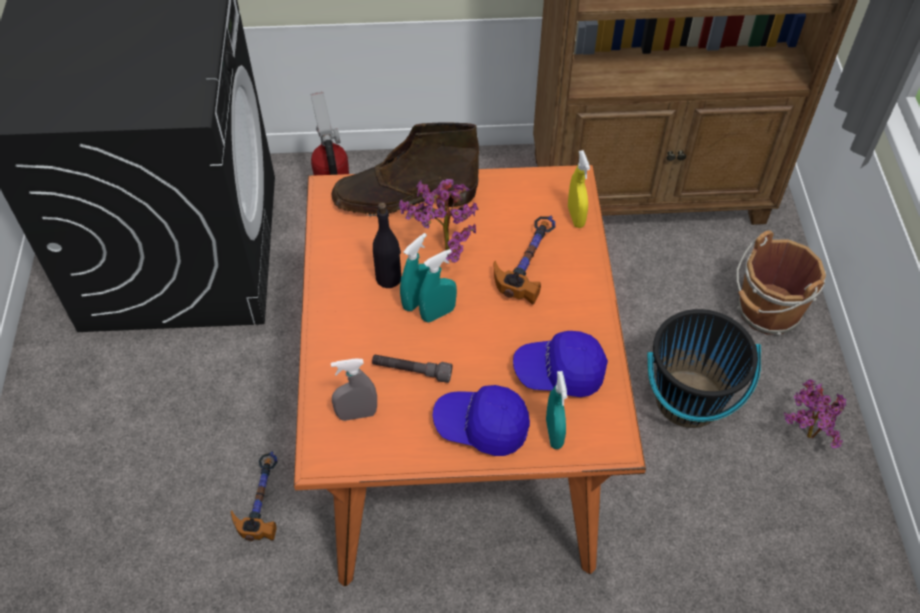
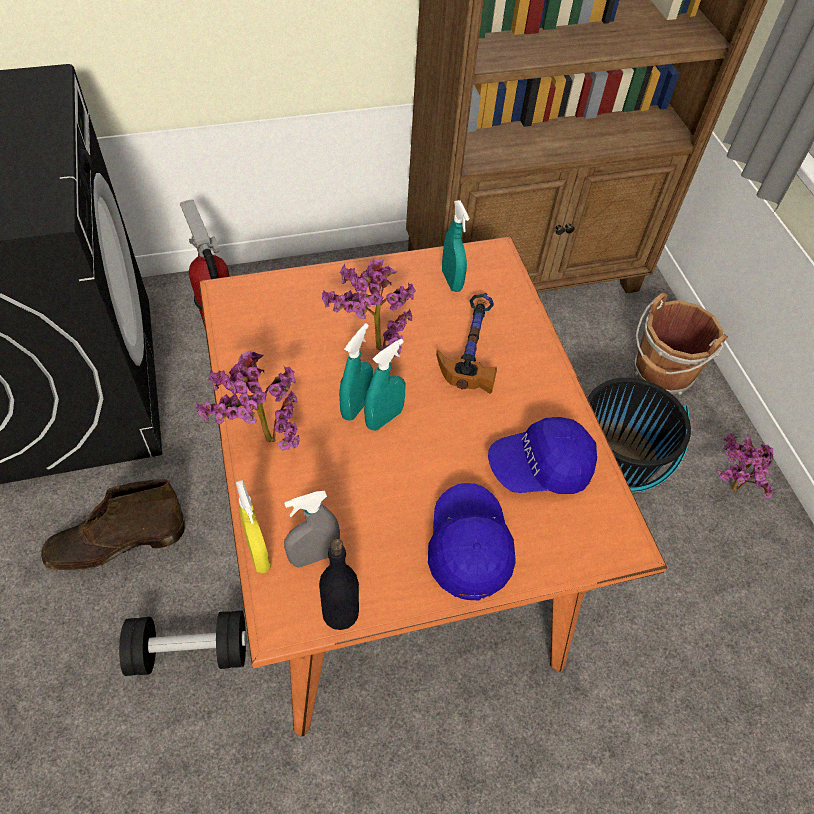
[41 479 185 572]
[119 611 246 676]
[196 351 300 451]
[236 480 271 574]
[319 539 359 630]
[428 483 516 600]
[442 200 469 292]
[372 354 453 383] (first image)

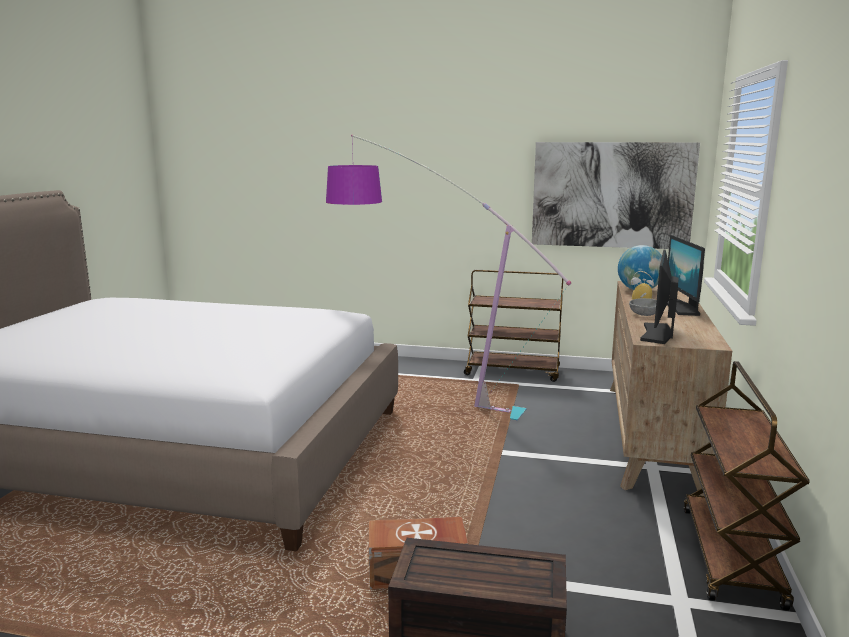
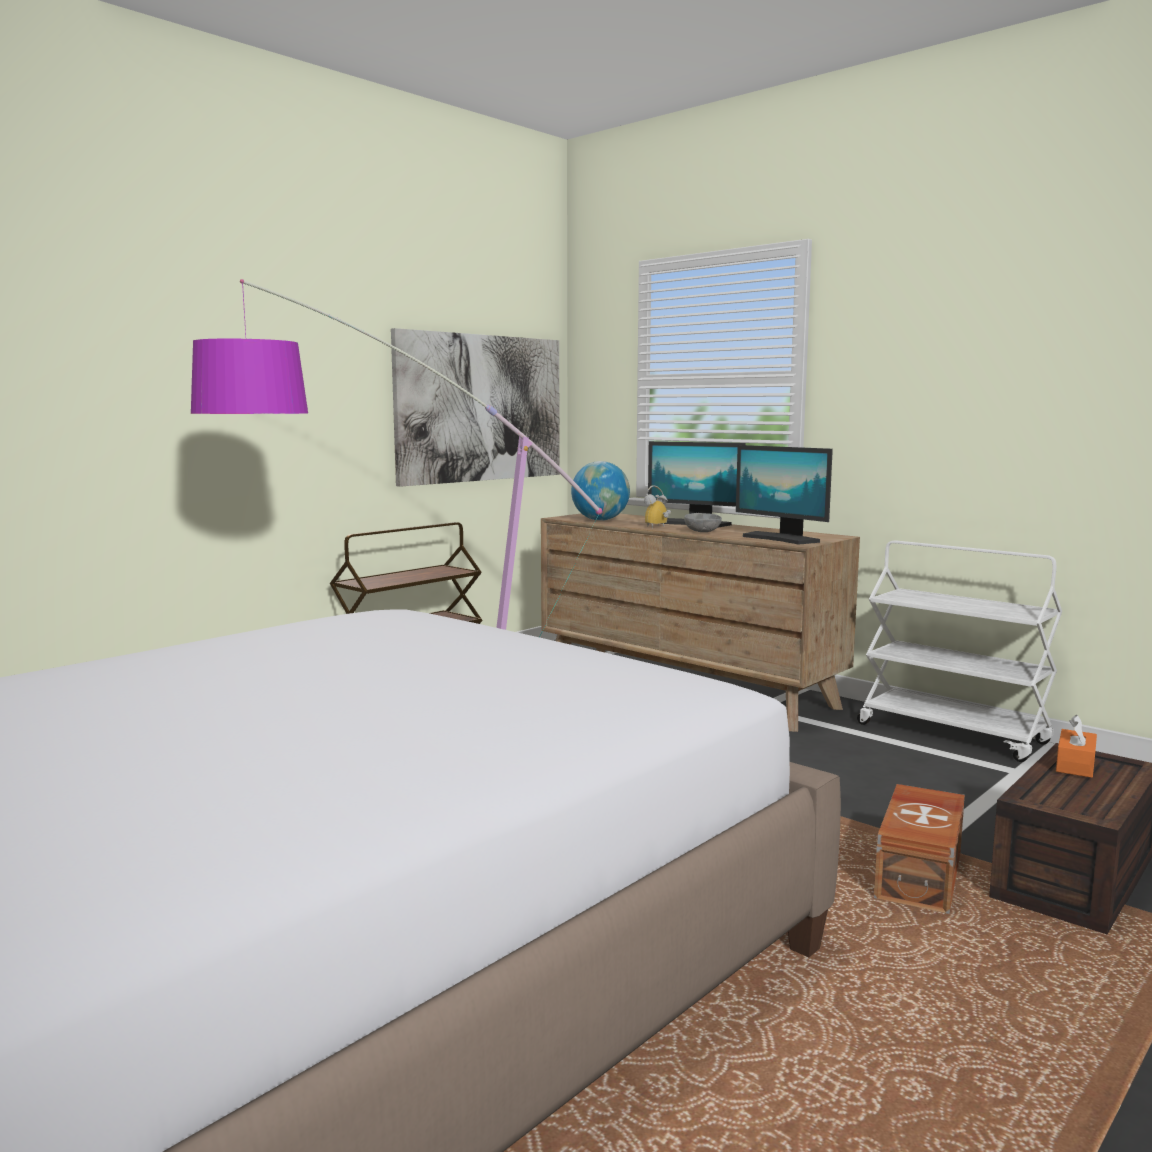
[857 540 1062 762]
[1056 715 1097 778]

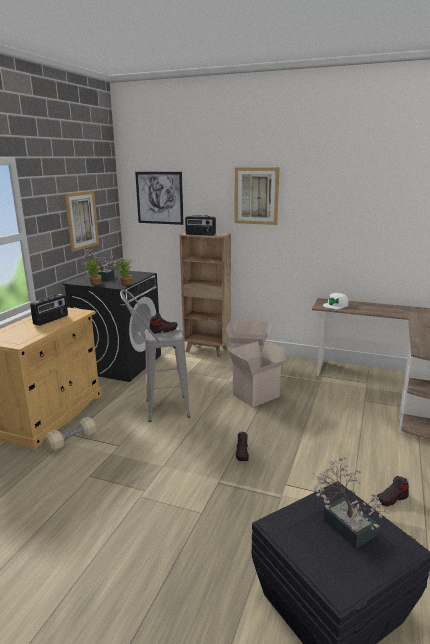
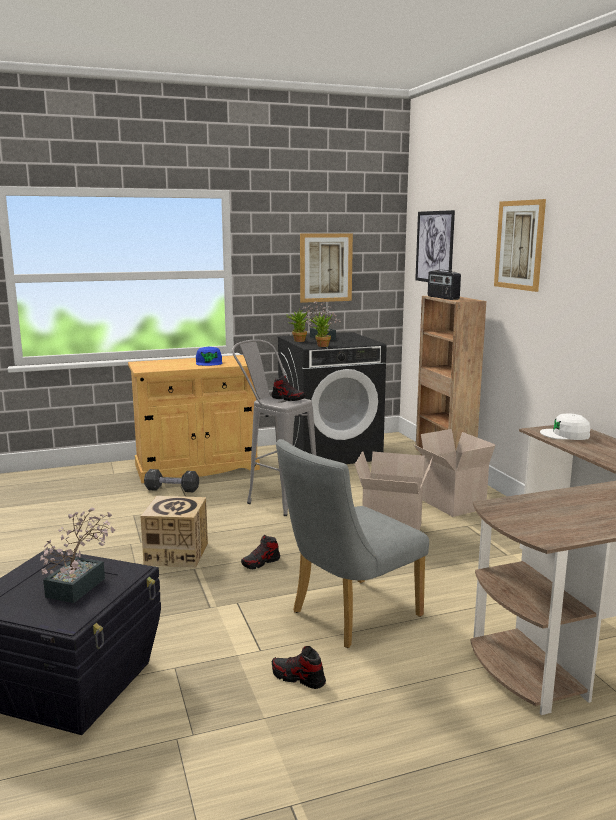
[140 496 208 567]
[144 469 199 492]
[196 347 222 366]
[276 439 429 648]

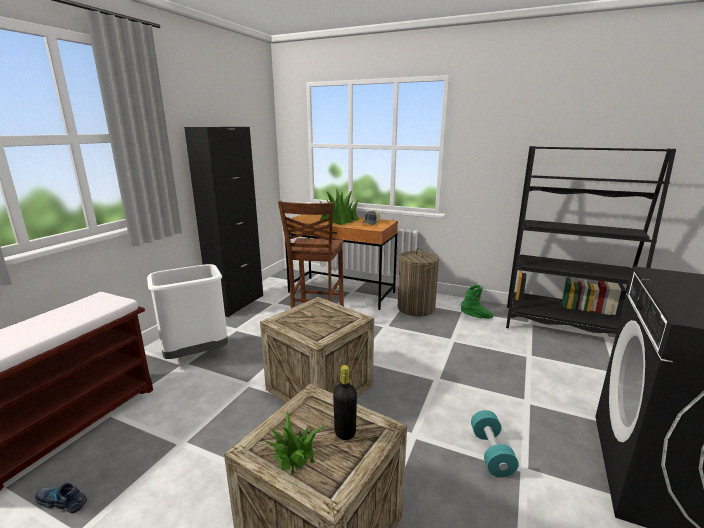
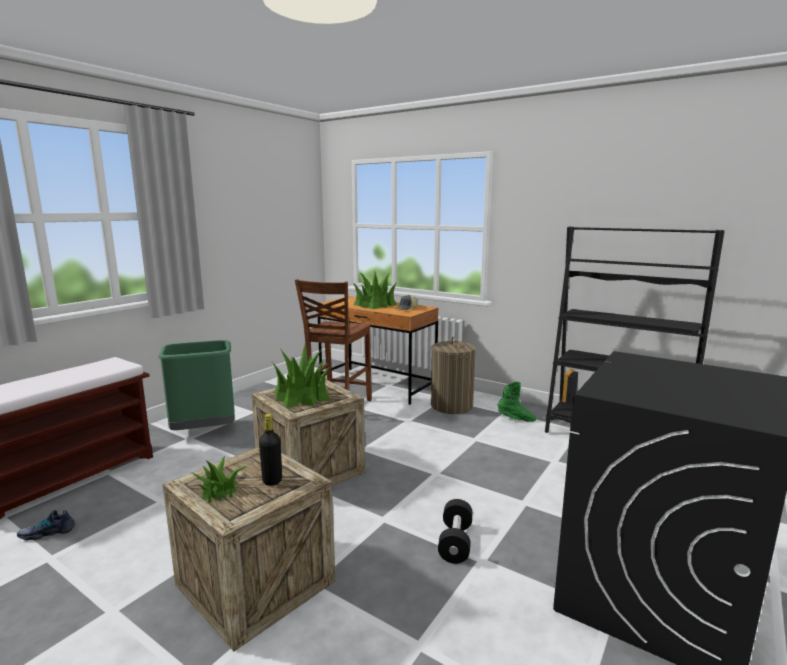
[17 510 75 540]
[158 340 235 430]
[272 345 331 408]
[438 499 473 564]
[184 127 263 317] (first image)

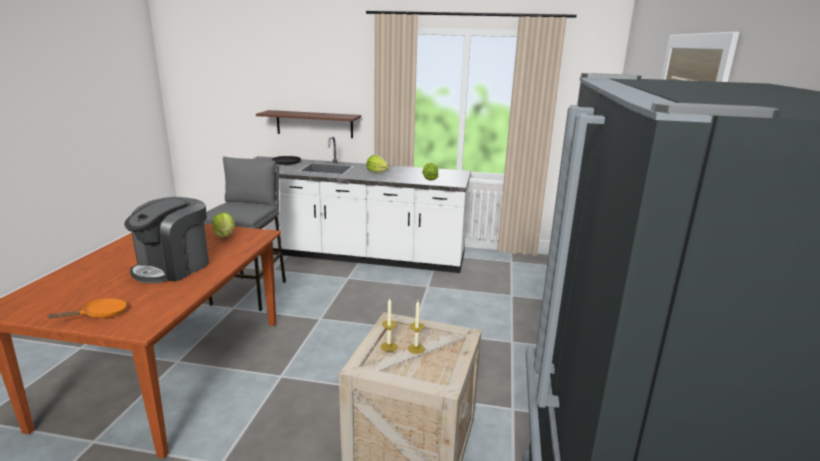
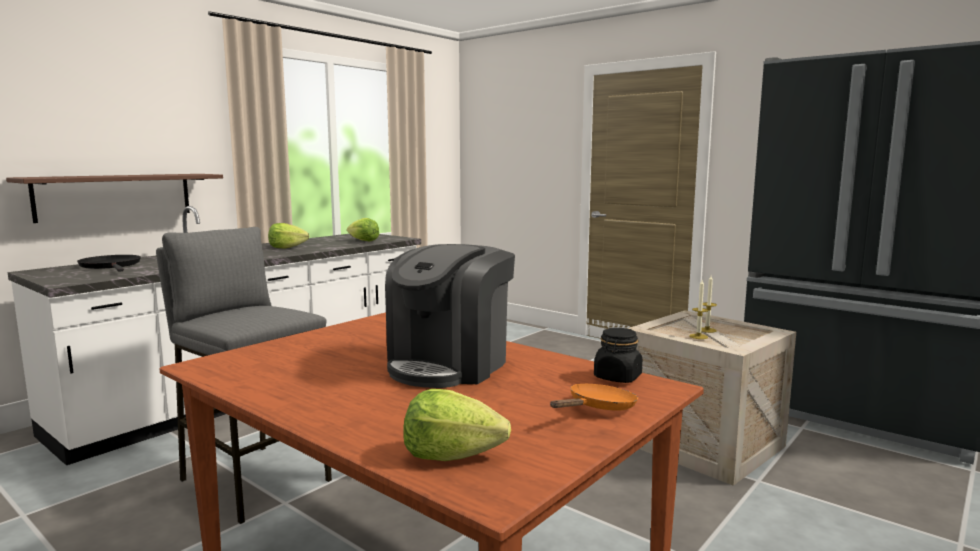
[385 244 515 388]
[403 389 511 461]
[550 384 638 411]
[594 328 642 383]

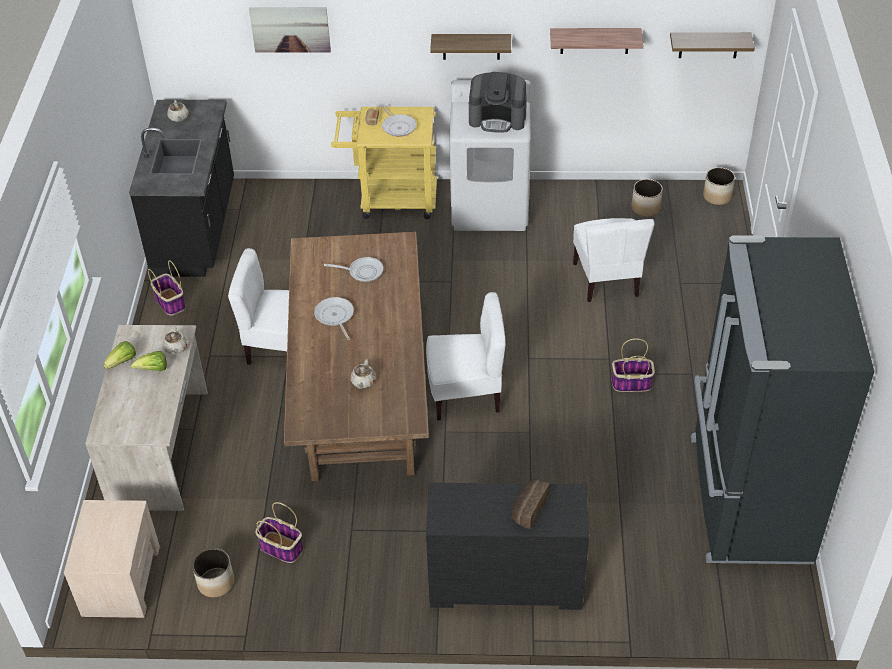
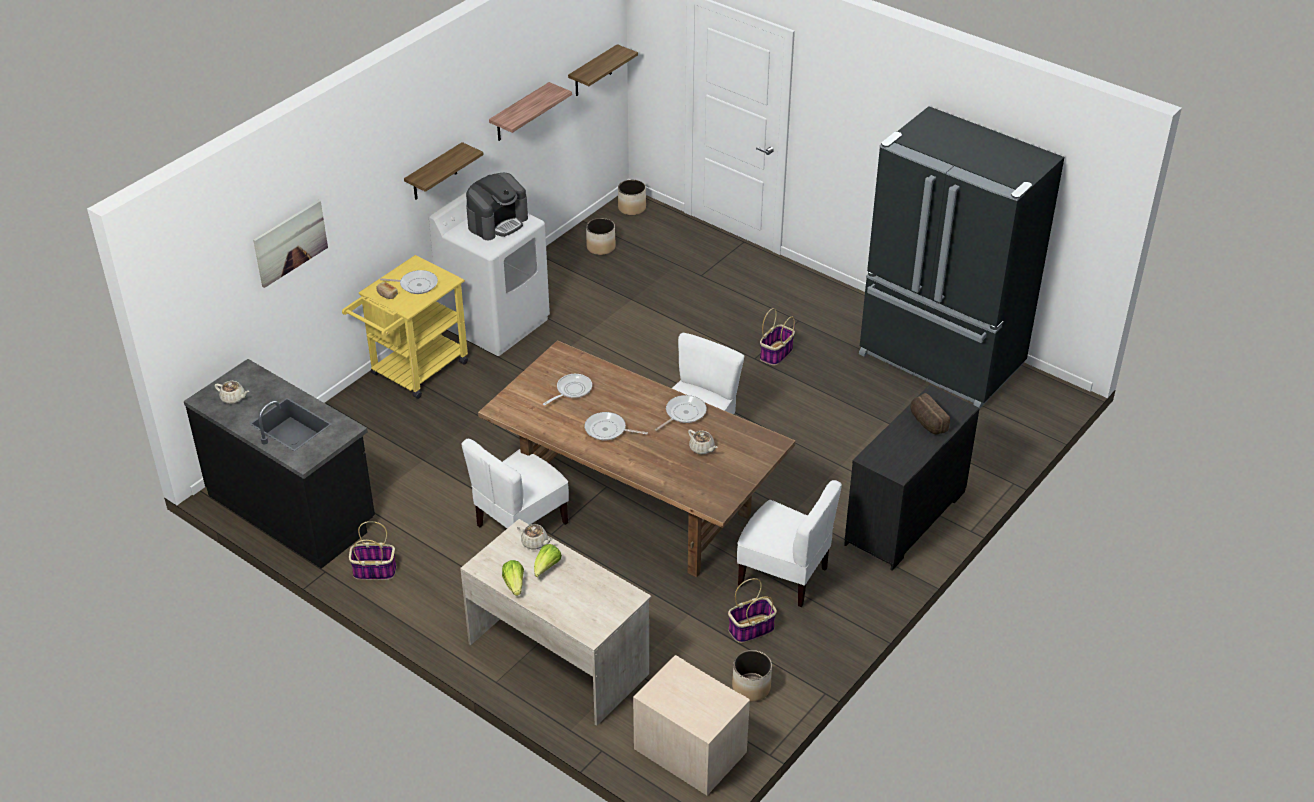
[655 395 707 431]
[737 480 842 607]

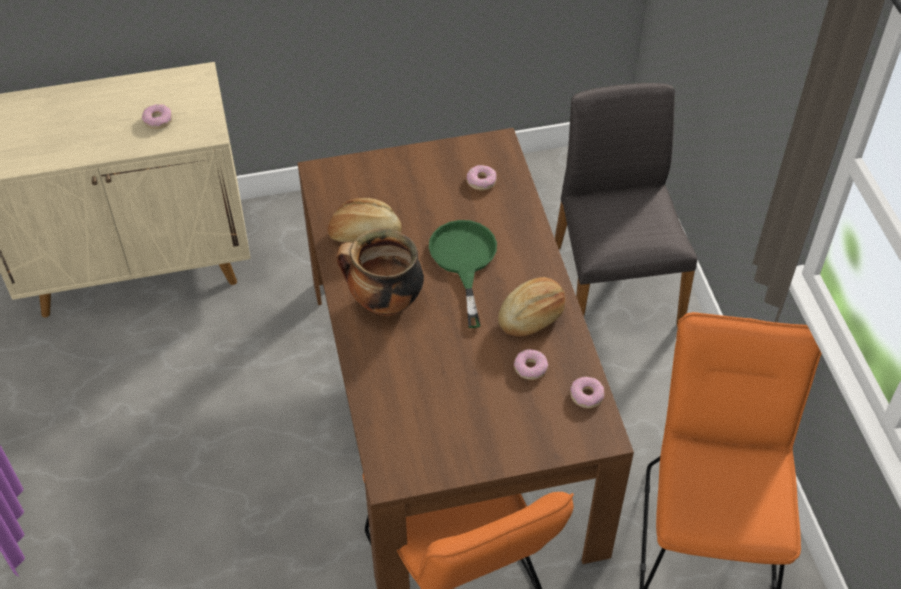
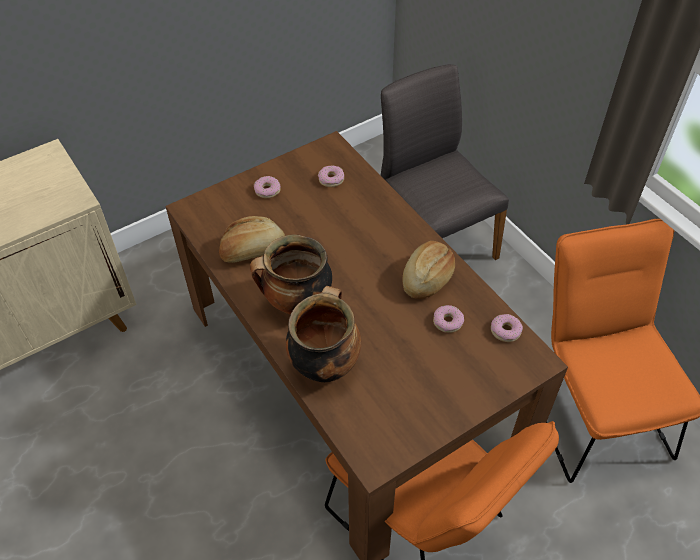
[254 176 281 198]
[286 286 361 382]
[429 220 497 328] (first image)

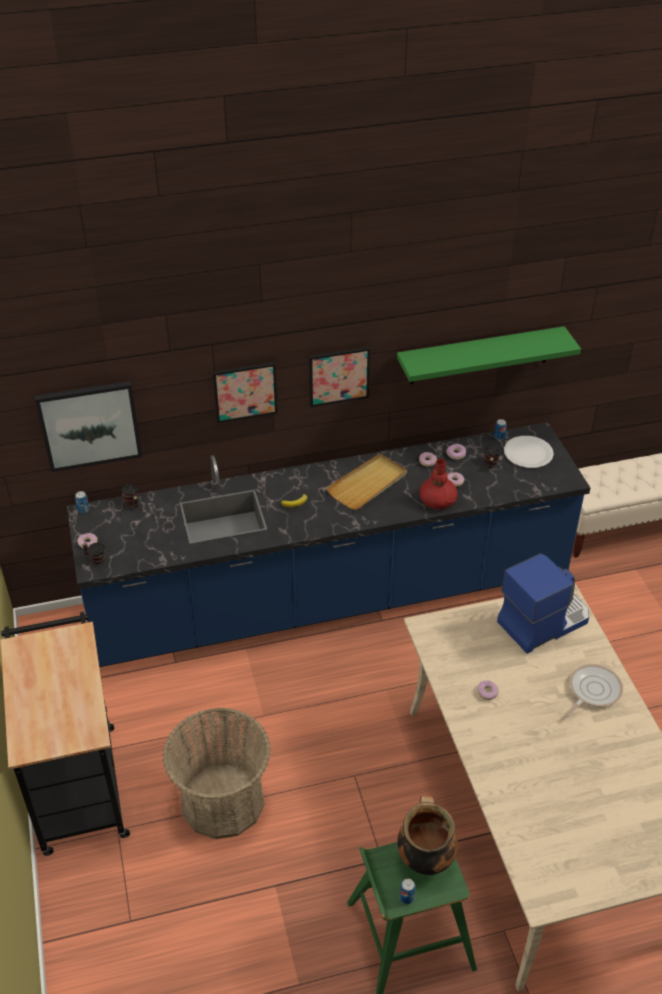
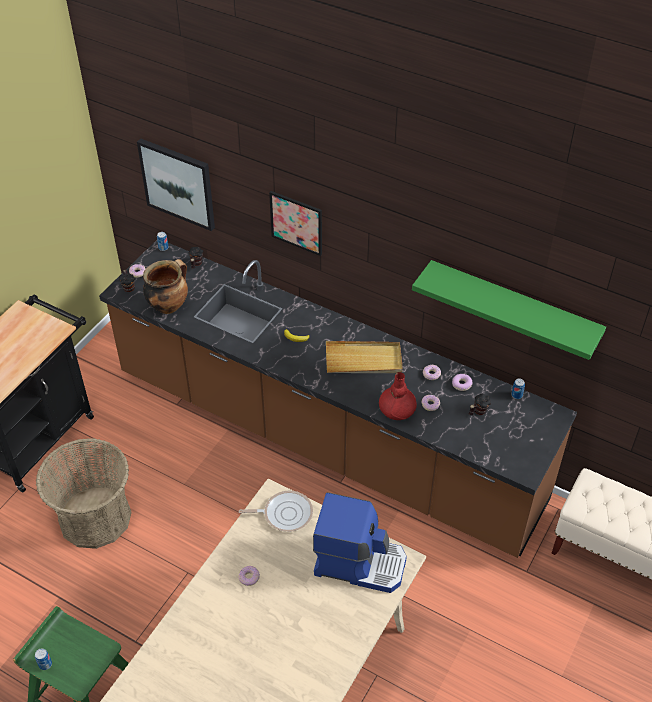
[99 240 577 558]
[143 259 188 314]
[239 490 313 532]
[309 347 370 407] (first image)
[504 436 554 468] (first image)

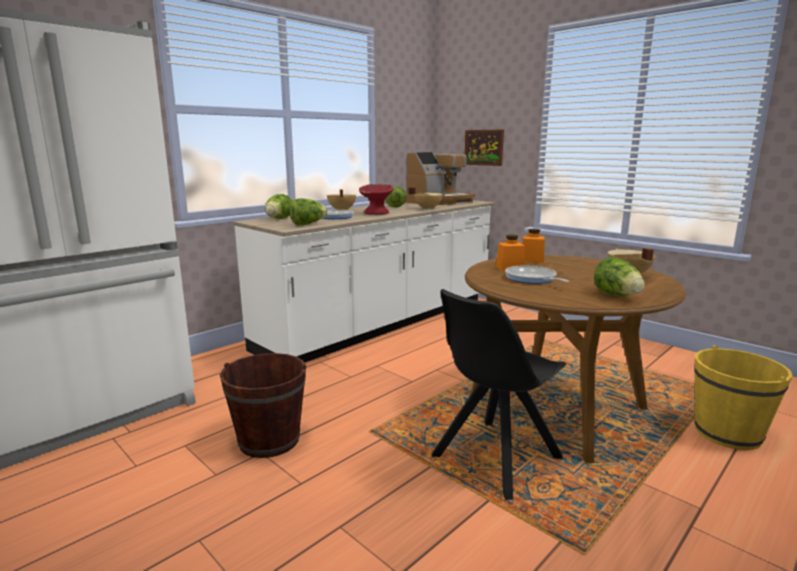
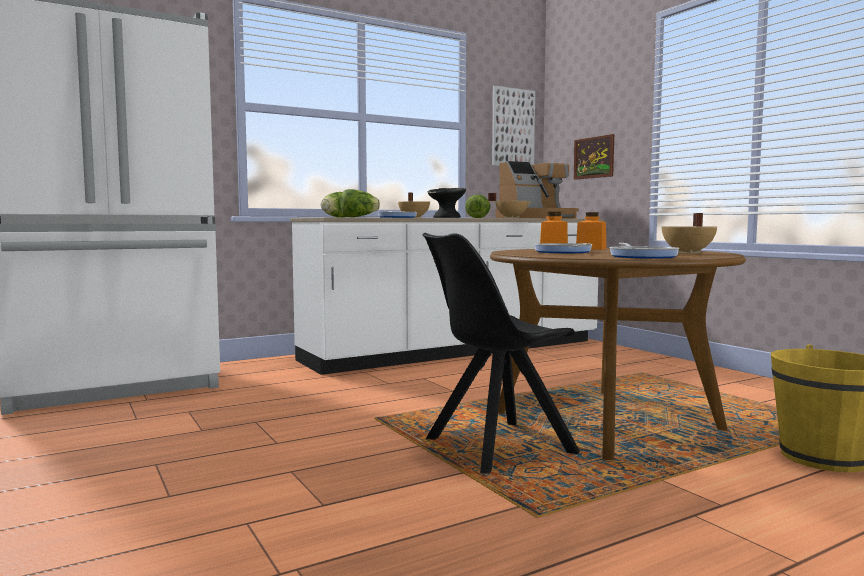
[428 188 466 218]
[492 86 535 166]
[610 243 679 259]
[220 353 306 458] (first image)

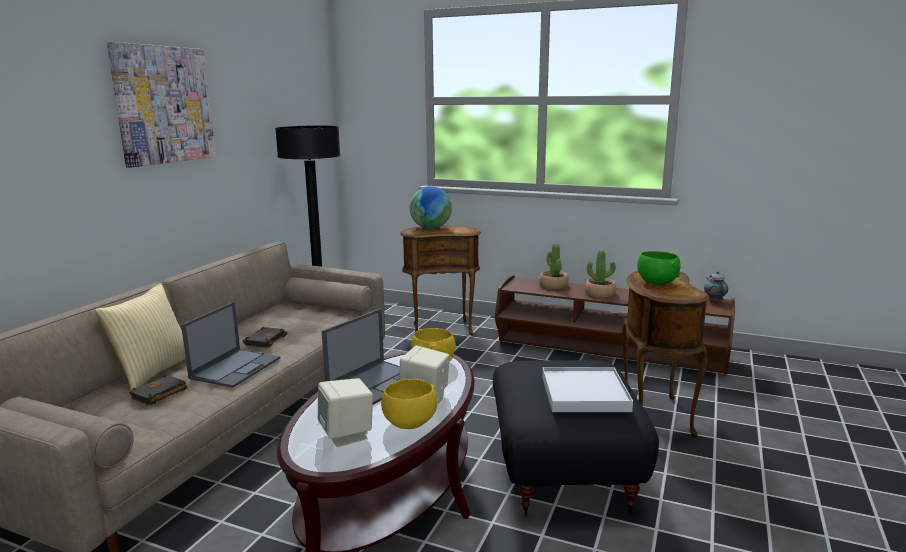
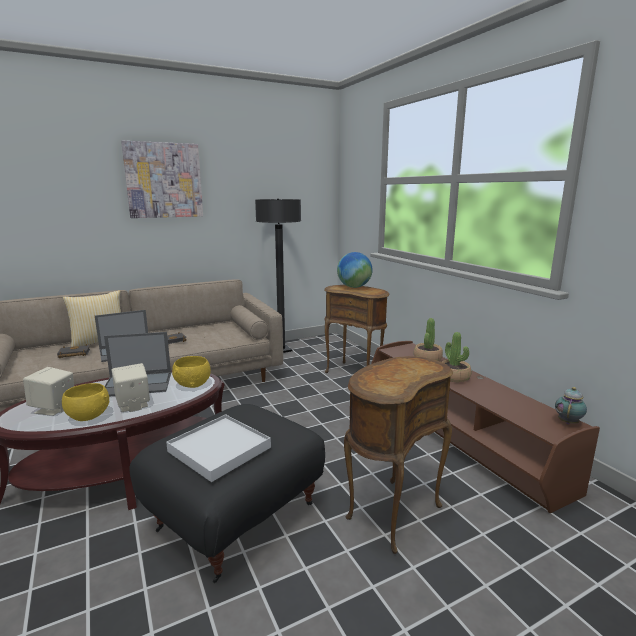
[637 251 680 285] (first image)

